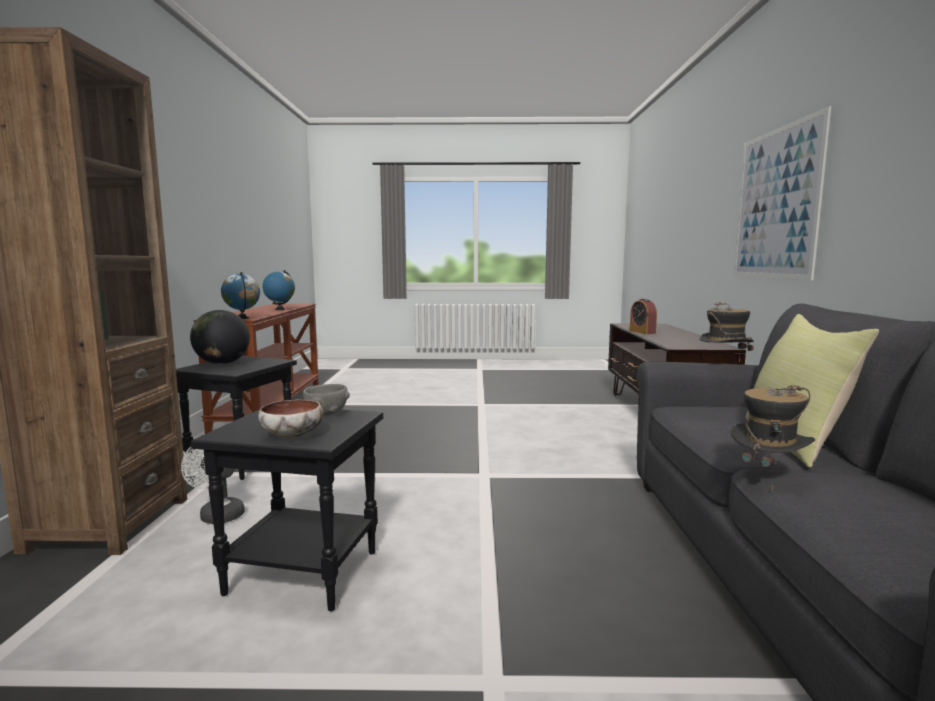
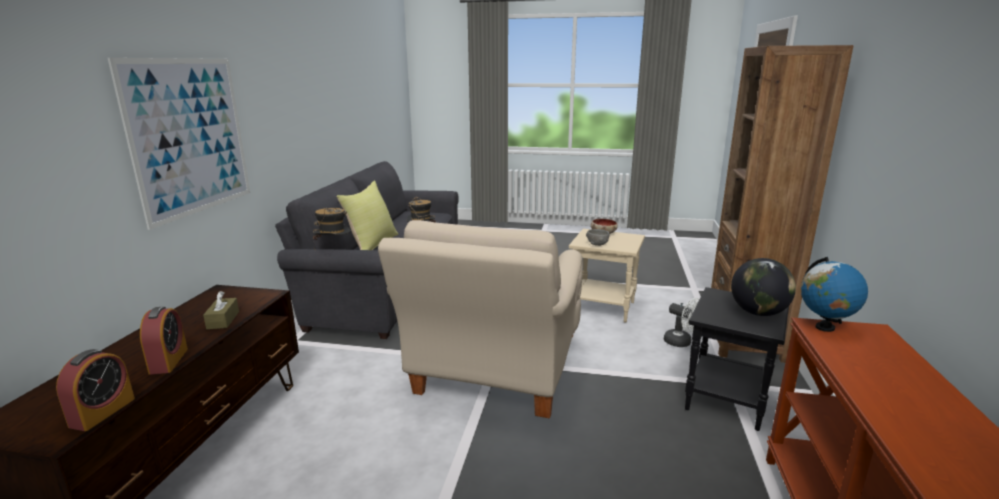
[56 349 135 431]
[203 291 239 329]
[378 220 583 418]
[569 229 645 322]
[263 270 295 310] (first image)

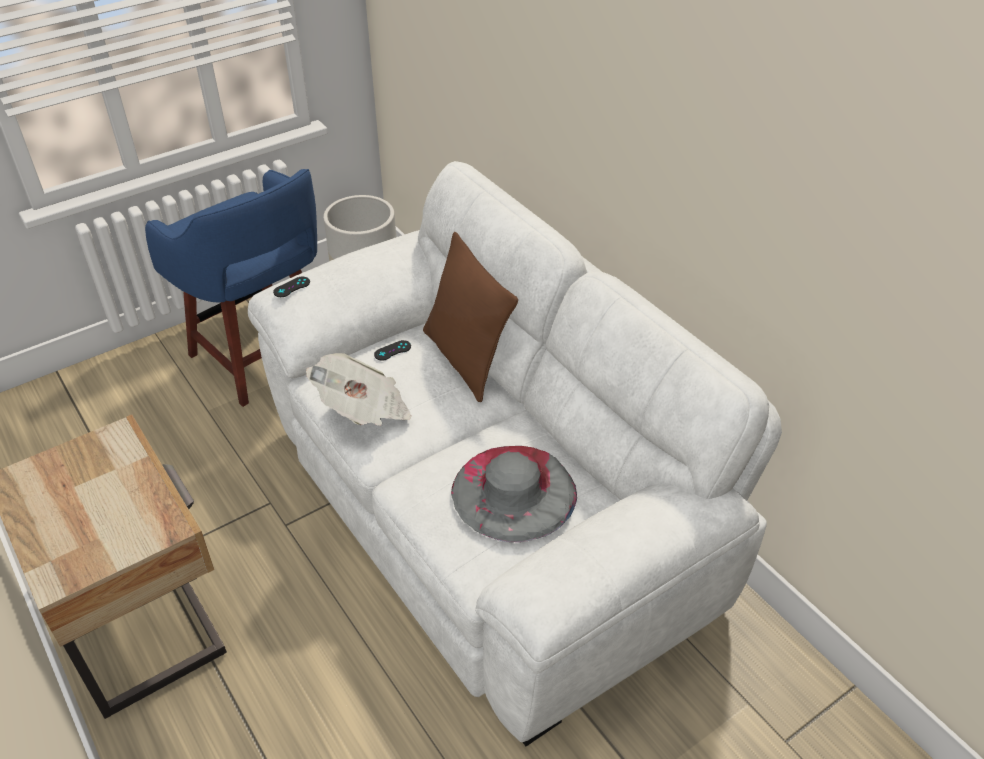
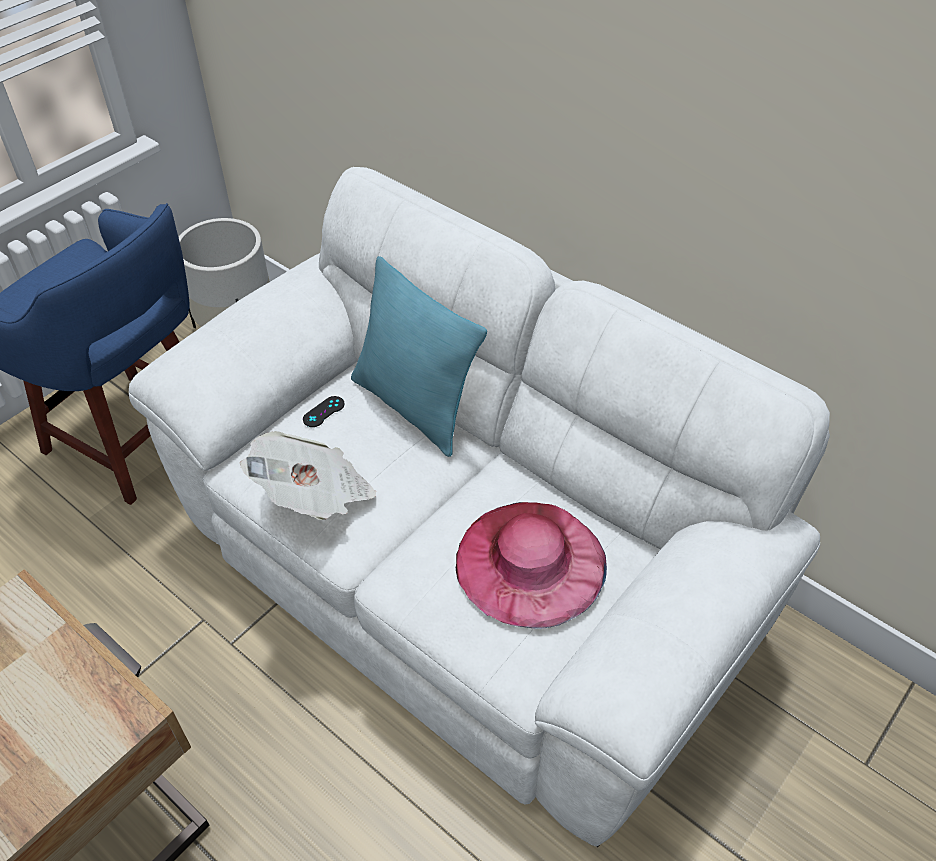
[351 256 487 457]
[456 502 607 629]
[273 277 310 297] (first image)

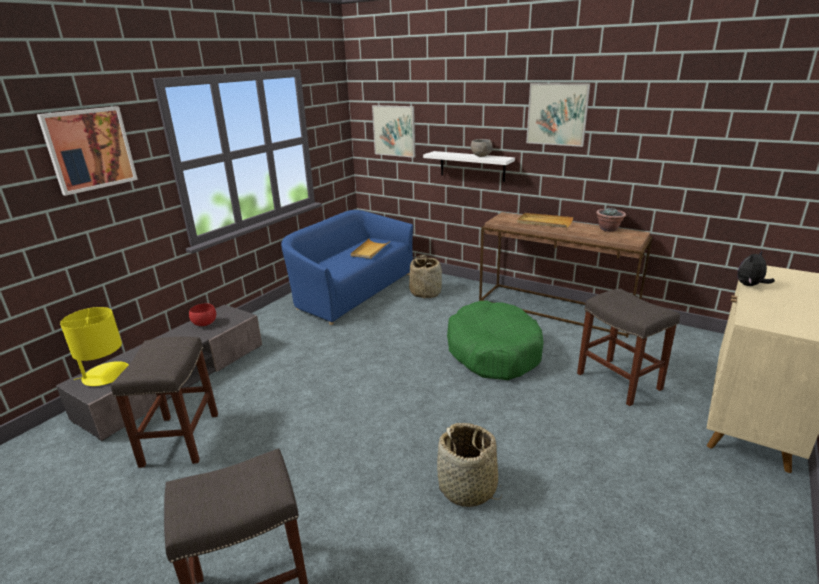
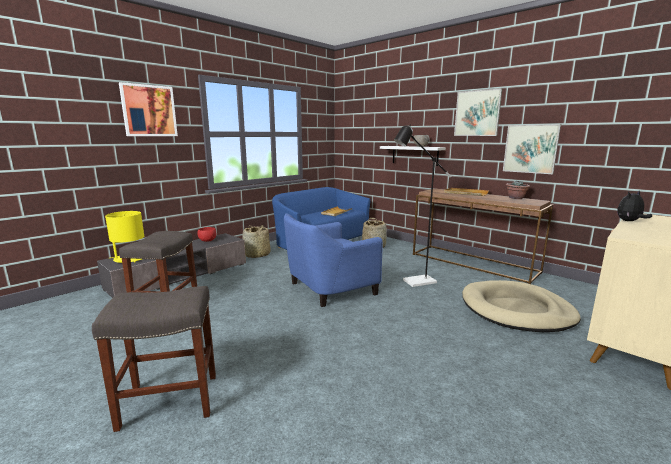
[242 225 271 258]
[284 213 383 307]
[394 124 451 287]
[462 280 581 332]
[503 124 561 174]

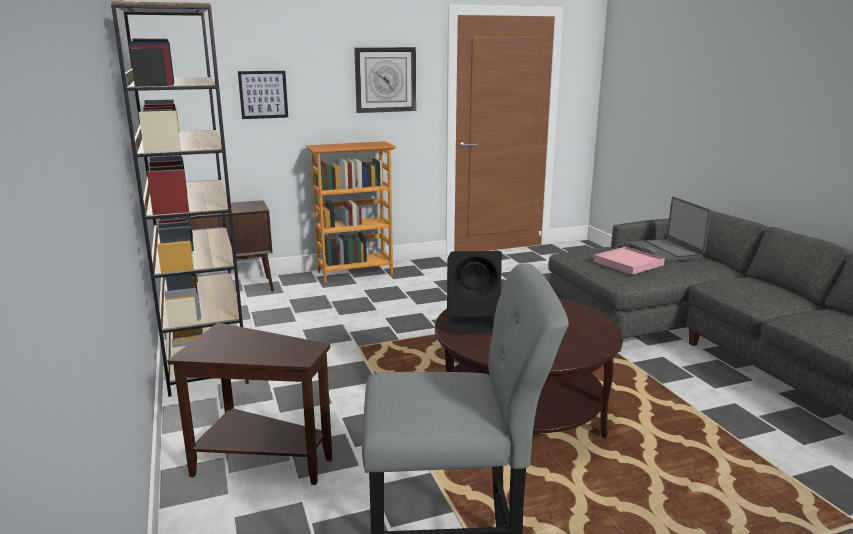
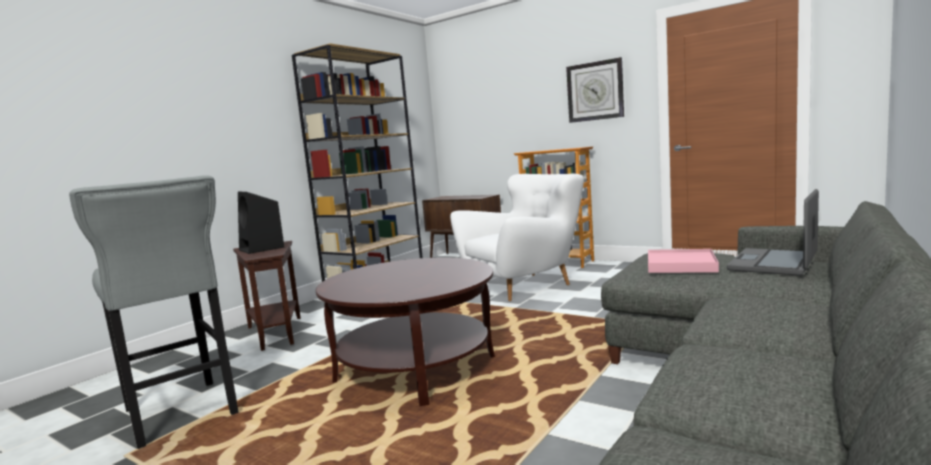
[238 192 284 254]
[450 173 584 301]
[238 71 288 119] (first image)

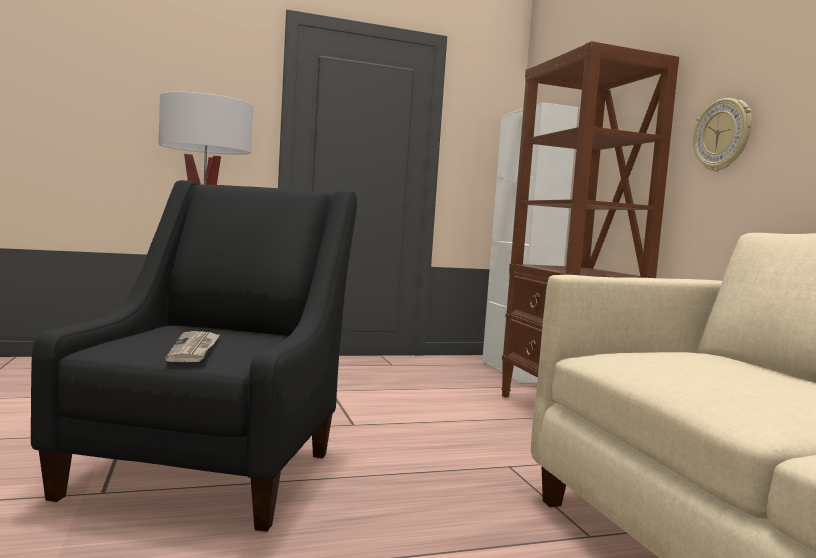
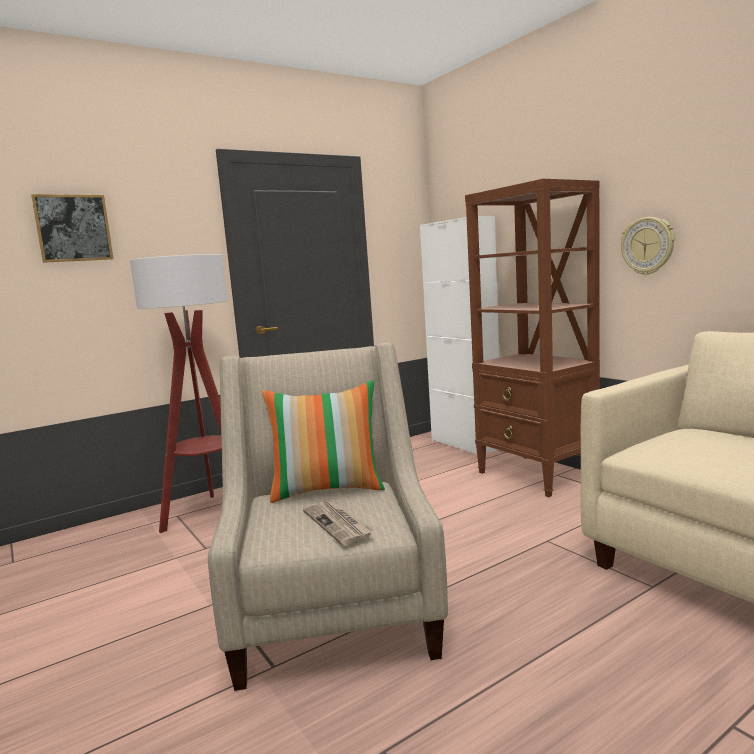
[31 194 113 263]
[208 342 448 691]
[262 380 385 503]

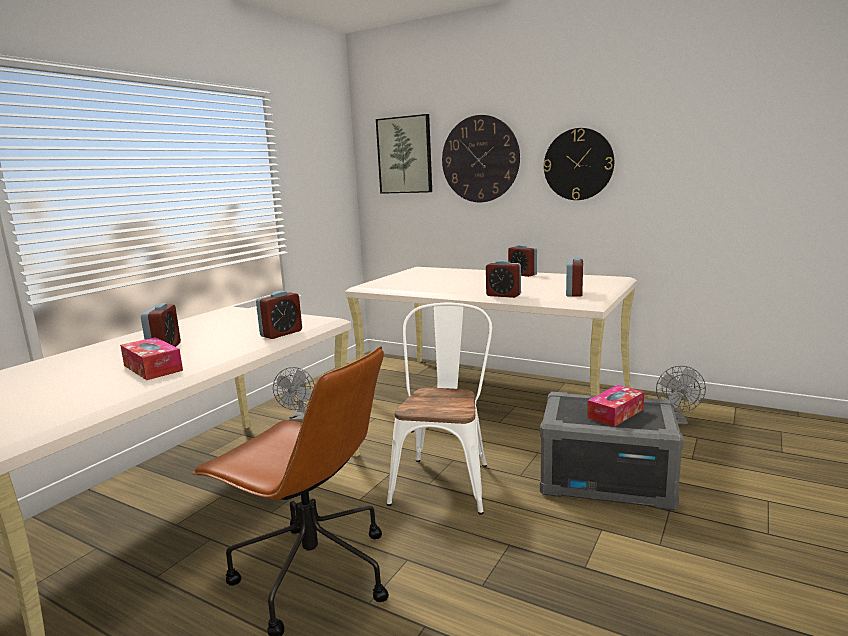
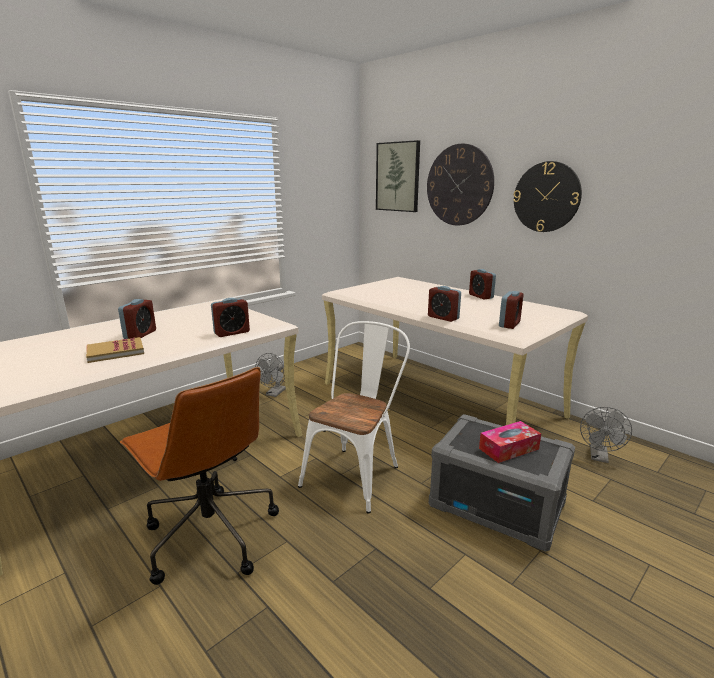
[86 337 144 363]

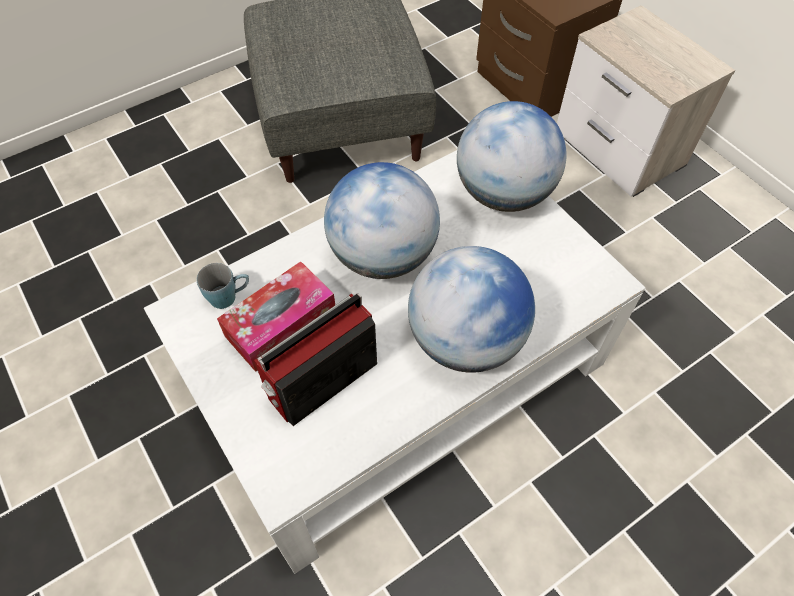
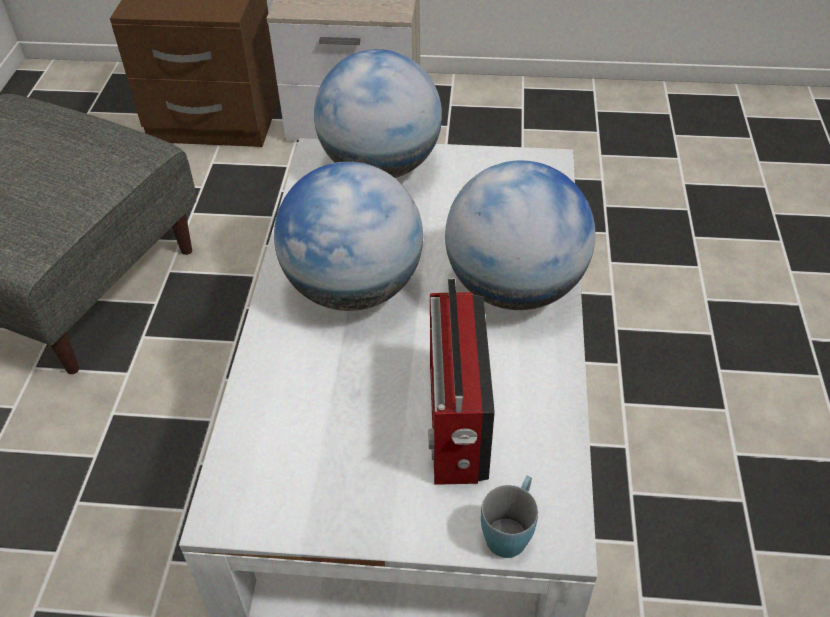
[481 476 538 558]
[217 261 335 372] (first image)

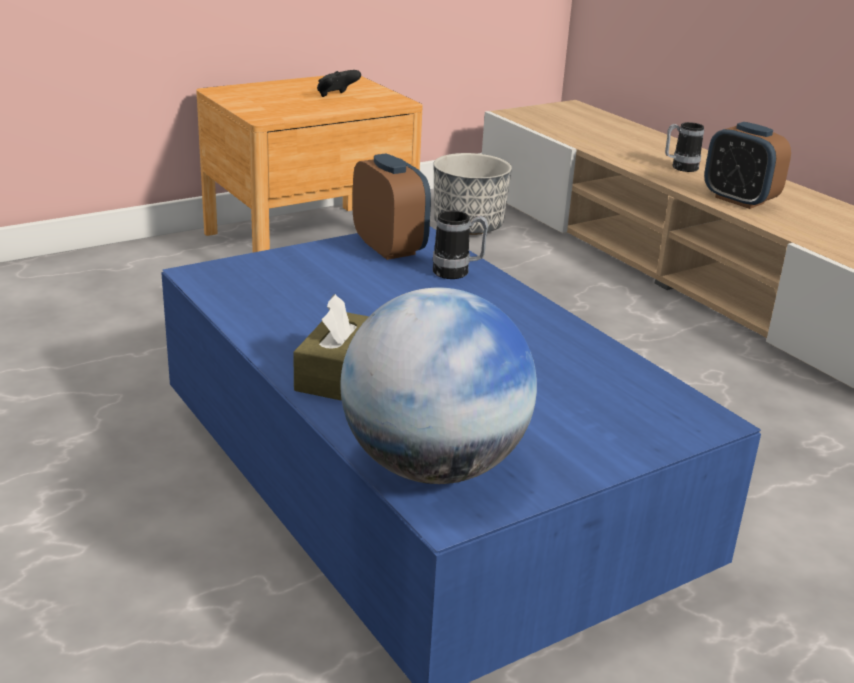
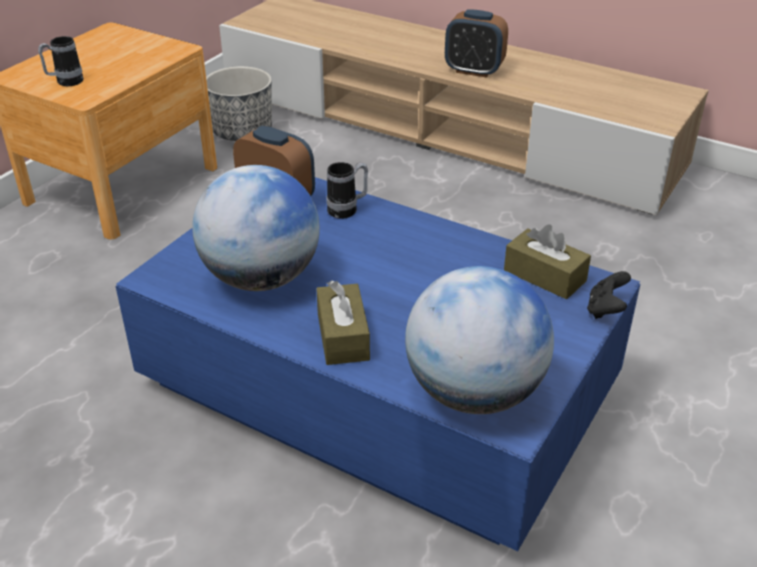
[38 36 84 86]
[192 165 320 291]
[504 224 591 299]
[587 271 631 319]

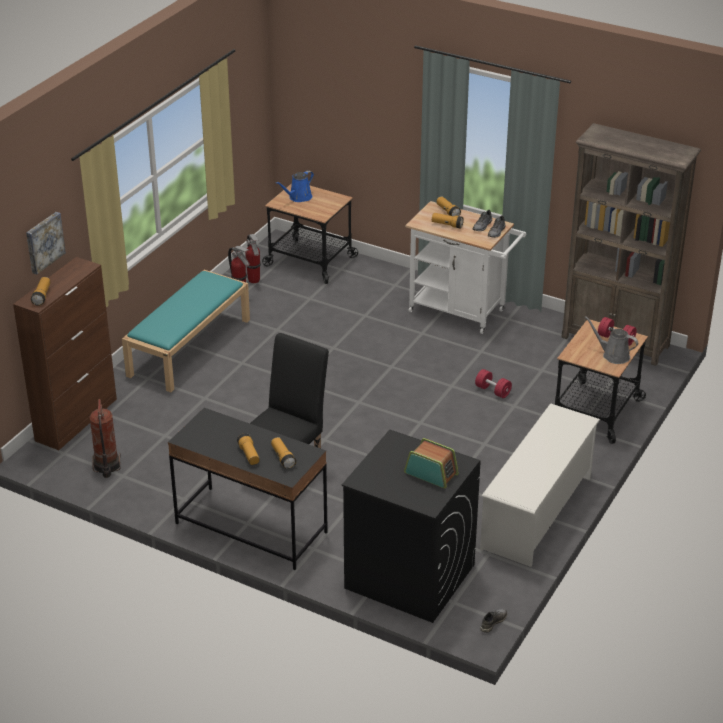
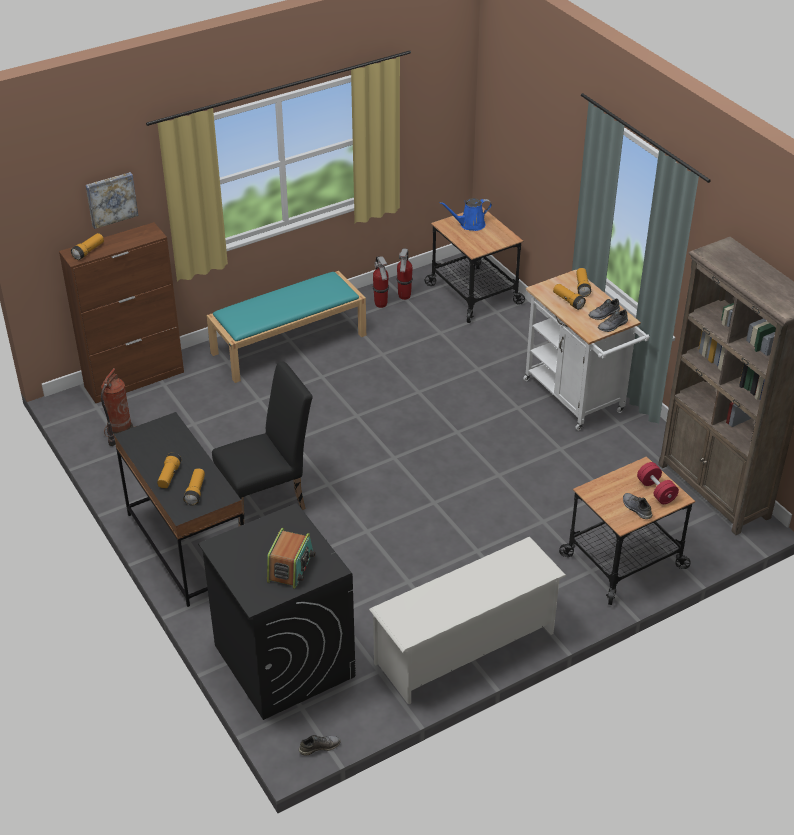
[267 528 315 589]
[623 493 652 519]
[475 369 512 398] (first image)

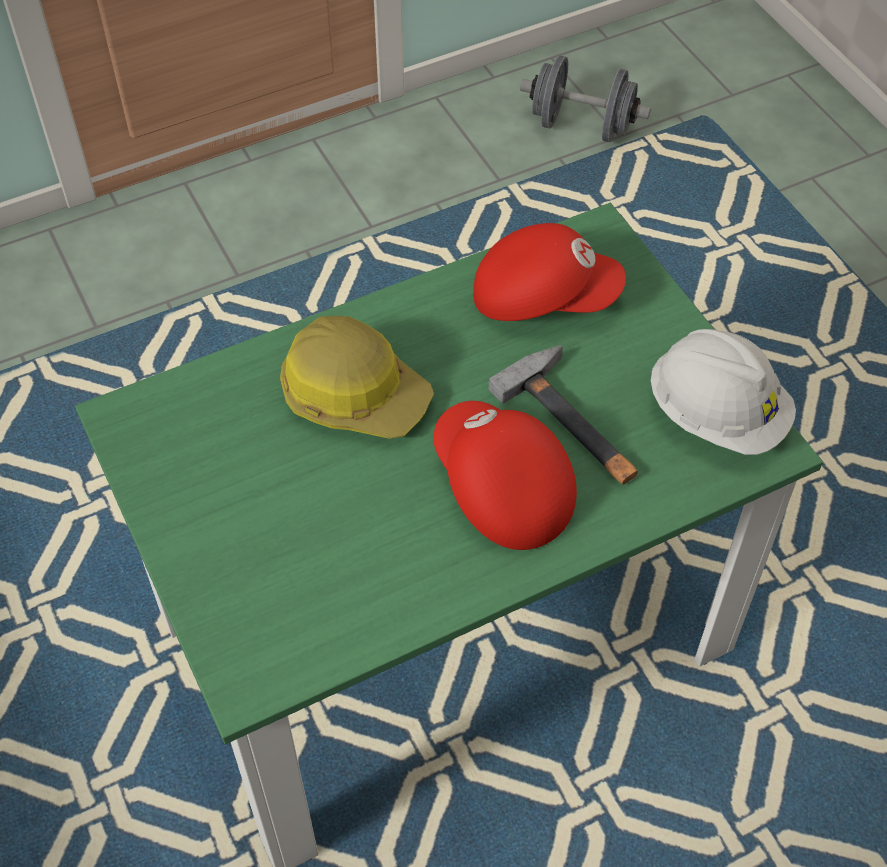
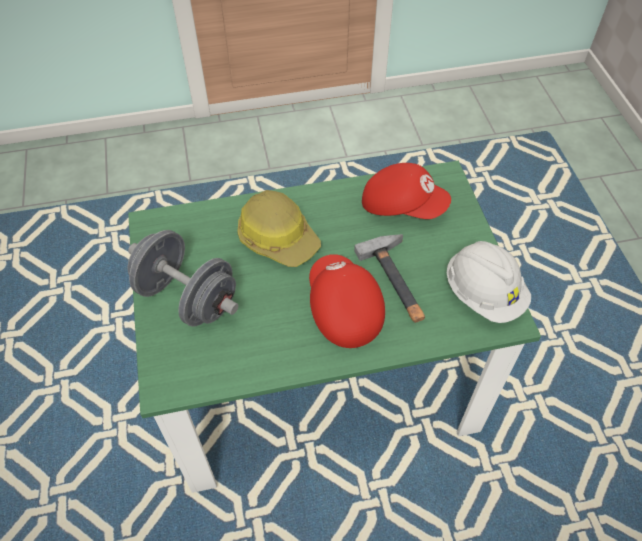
[127 230 238 327]

